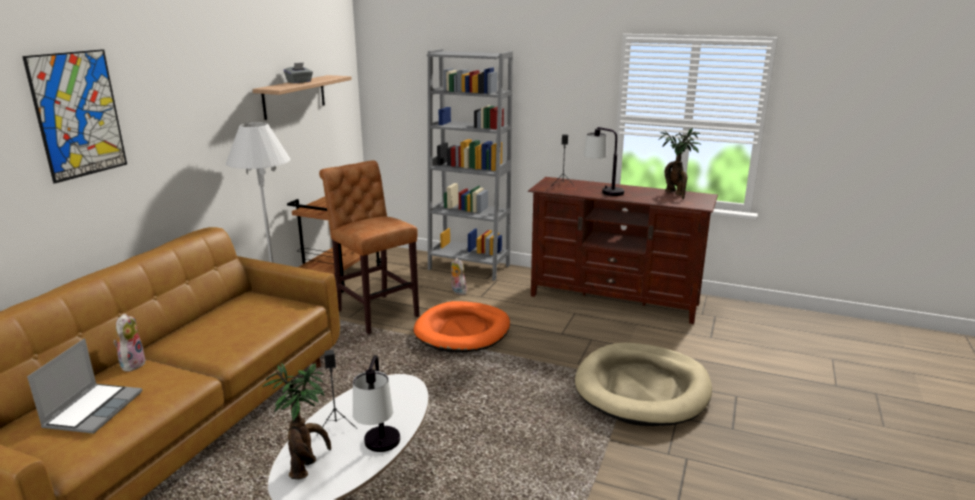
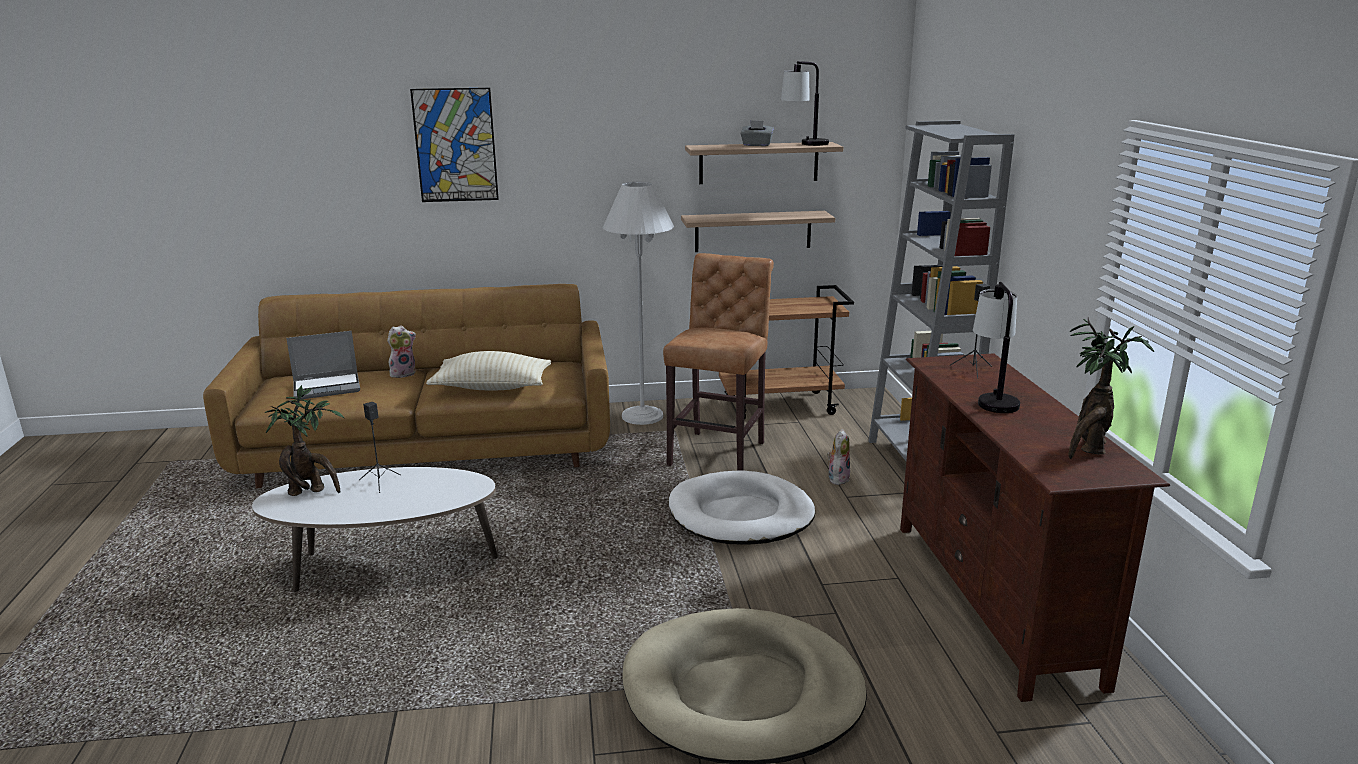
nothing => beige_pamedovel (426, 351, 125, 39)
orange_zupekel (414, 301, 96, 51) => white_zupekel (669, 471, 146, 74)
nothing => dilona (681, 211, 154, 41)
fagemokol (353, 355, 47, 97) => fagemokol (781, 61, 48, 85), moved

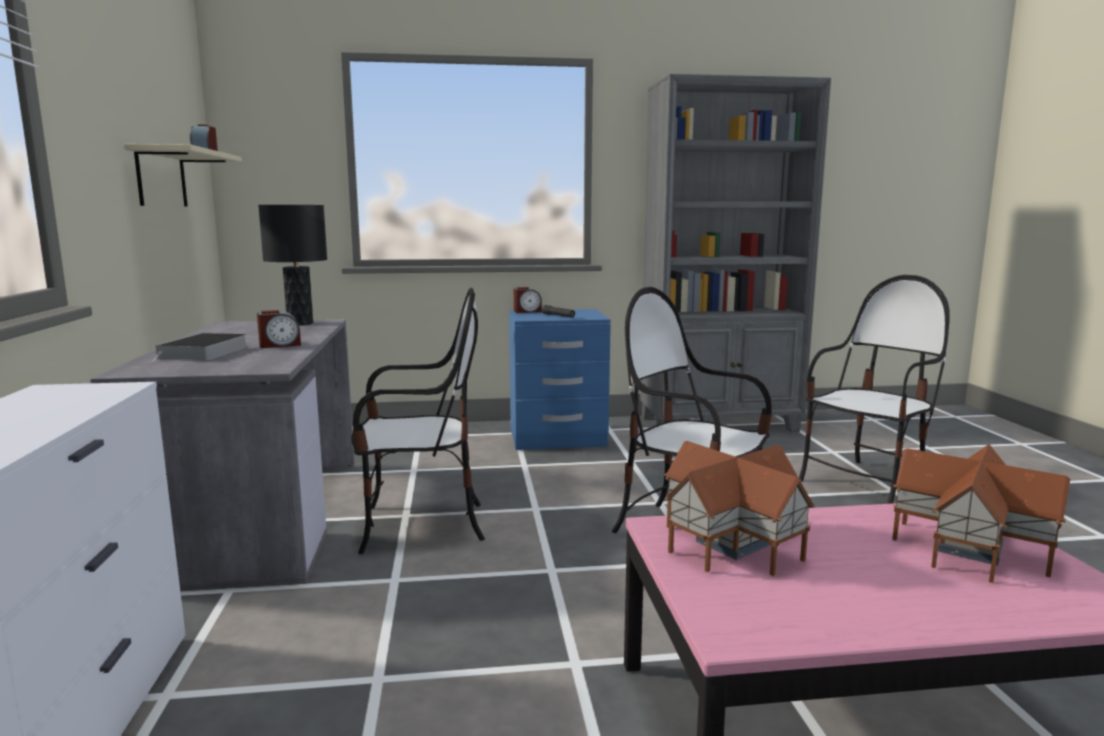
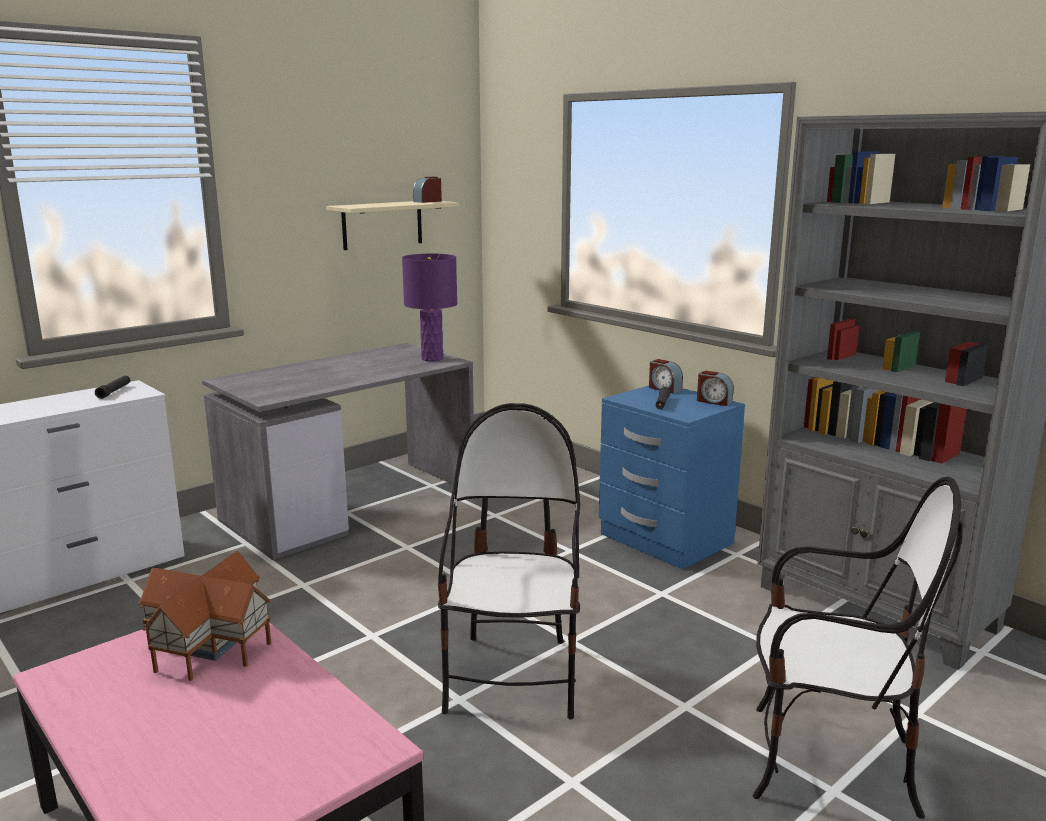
nothing => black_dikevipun (95, 375, 35, 24)
black_fagemokol (258, 205, 69, 121) => purple_fagemokol (402, 254, 55, 107)
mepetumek (257, 310, 44, 38) => mepetumek (697, 370, 37, 36), moved
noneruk (151, 333, 97, 29) => nothing
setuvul (351, 288, 134, 266) => nothing
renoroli (892, 444, 178, 139) => nothing

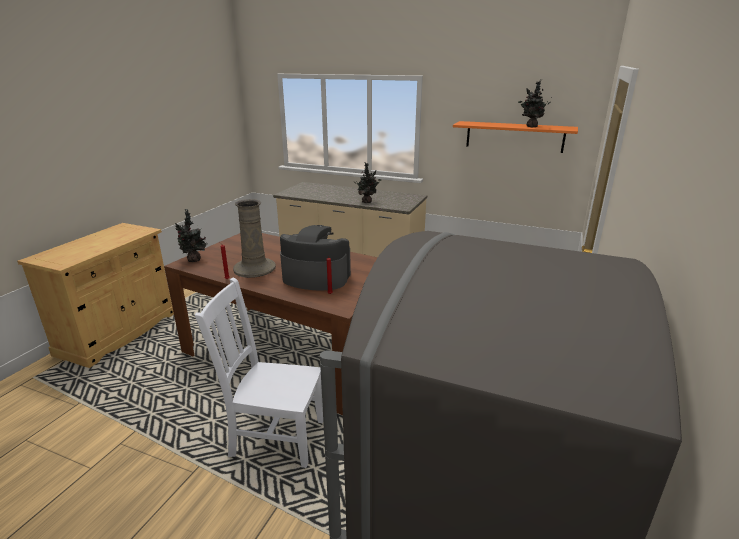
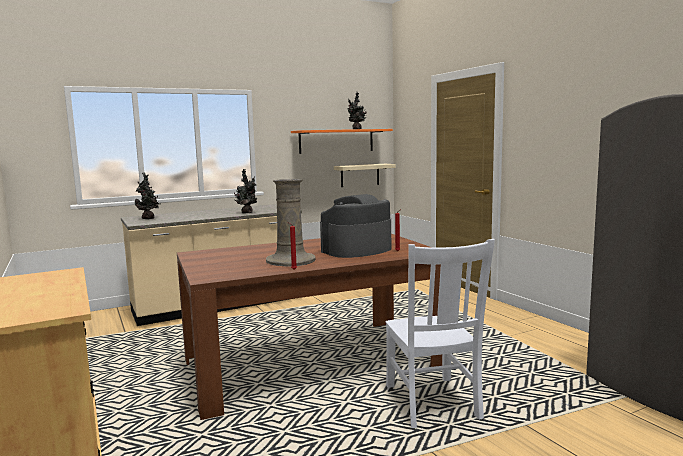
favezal (175, 209, 32, 53) => favezal (135, 173, 25, 46), moved
nothing => beige_dilona (334, 164, 62, 23)
white_setuvul (195, 277, 128, 191) => white_setuvul (386, 239, 109, 189), 60 degrees counterclockwise

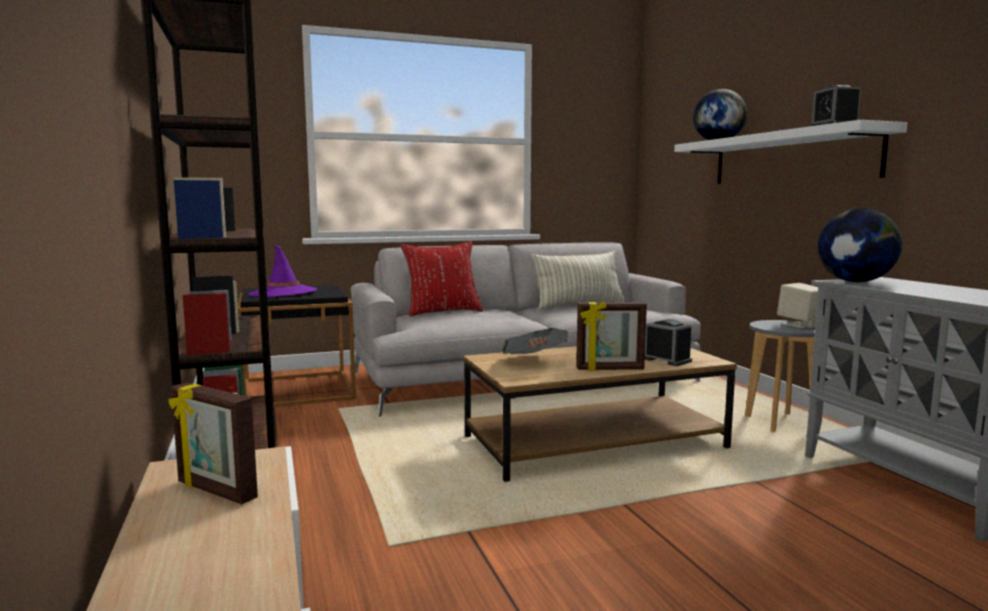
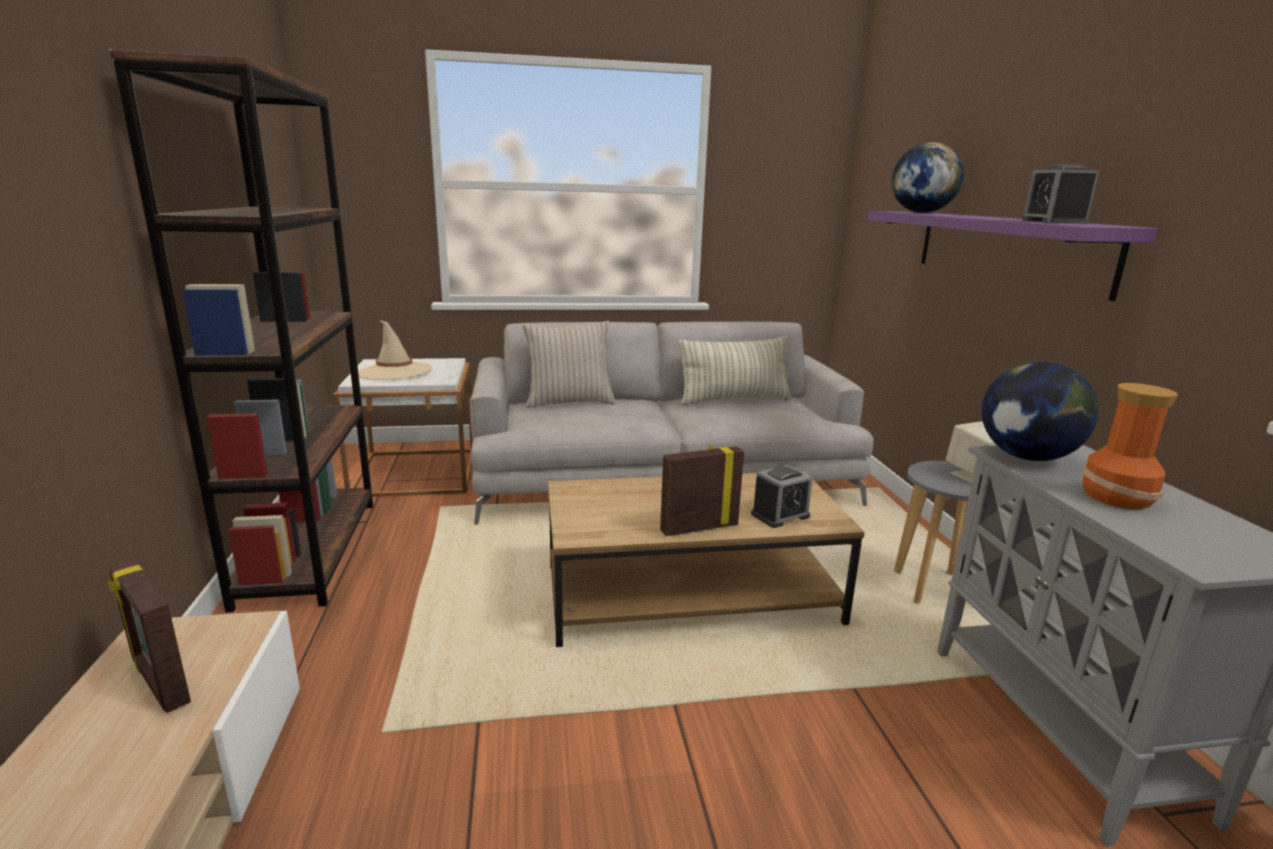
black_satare (238, 285, 118, 122) => white_satare (333, 358, 140, 139)
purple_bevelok (249, 245, 68, 52) => beige_bevelok (358, 320, 74, 60)
red_pamedovel (400, 241, 83, 75) => beige_pamedovel (522, 321, 93, 87)
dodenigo (576, 301, 71, 70) => dodenigo (660, 445, 84, 91), 150 degrees clockwise
mepetumek (645, 319, 47, 47) => mepetumek (751, 465, 62, 63), 90 degrees clockwise
white_dilona (674, 120, 234, 64) => purple_dilona (867, 211, 291, 90)
nothing => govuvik (1082, 383, 96, 126)
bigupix (502, 328, 66, 26) => nothing

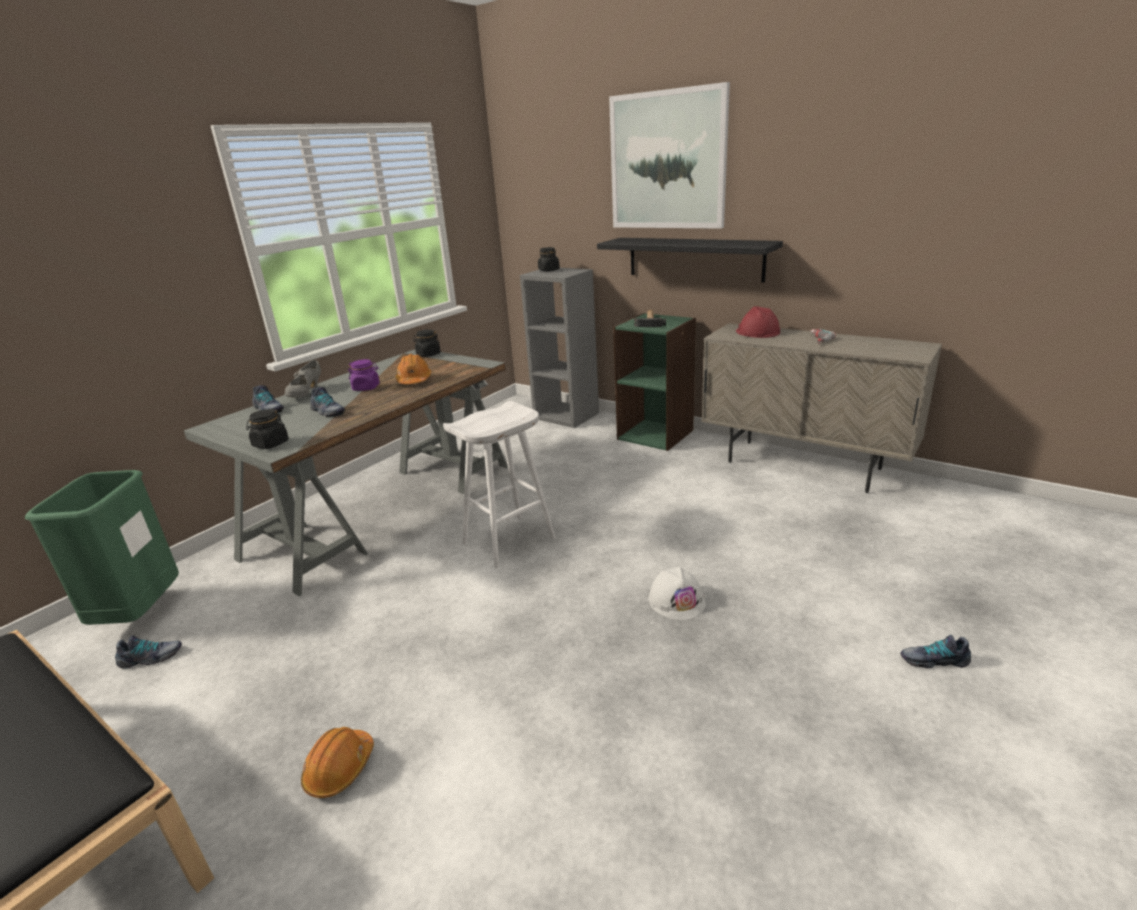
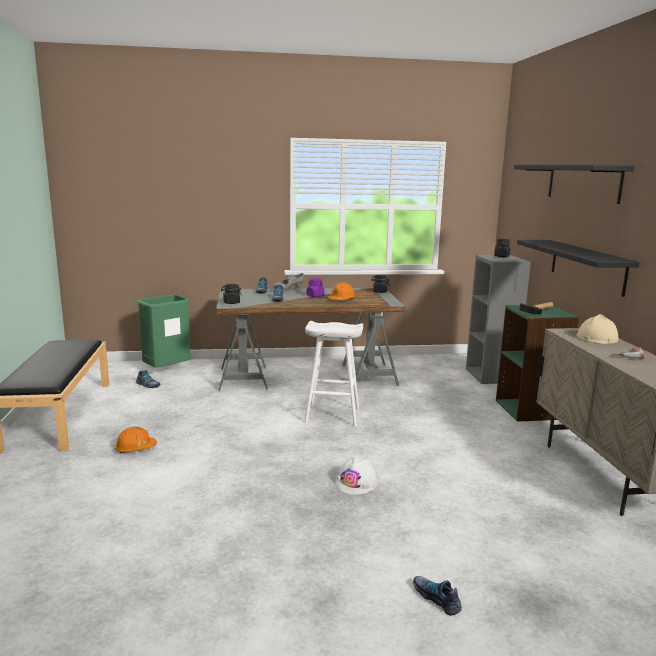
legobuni (609, 82, 121, 147) => black_dilona (514, 165, 120, 39)
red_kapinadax (736, 306, 44, 32) => beige_kapinadax (577, 314, 42, 30)

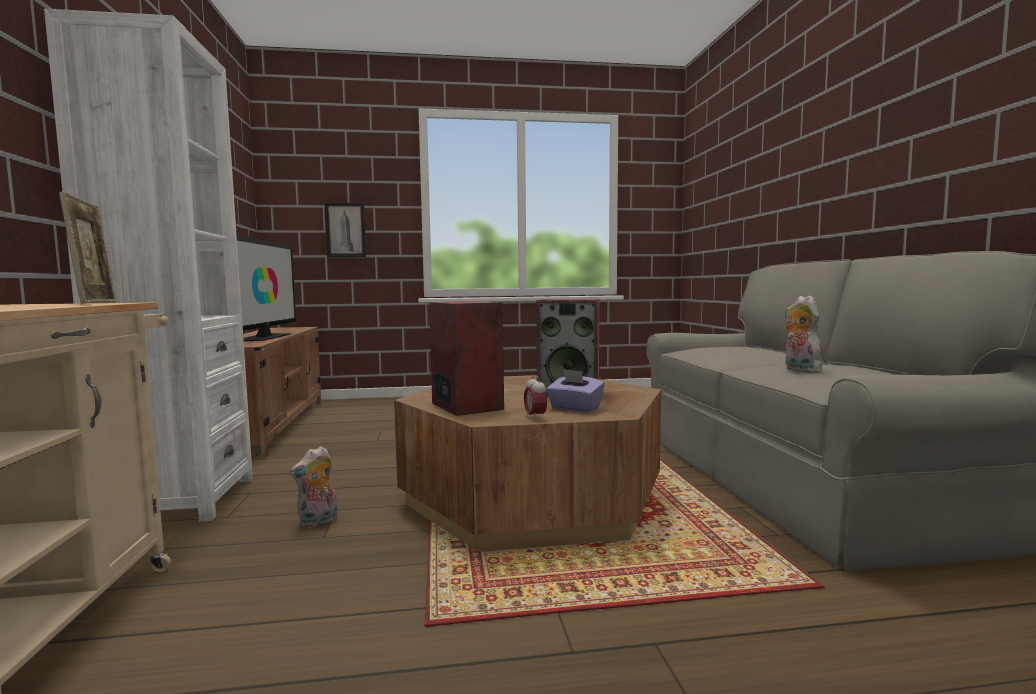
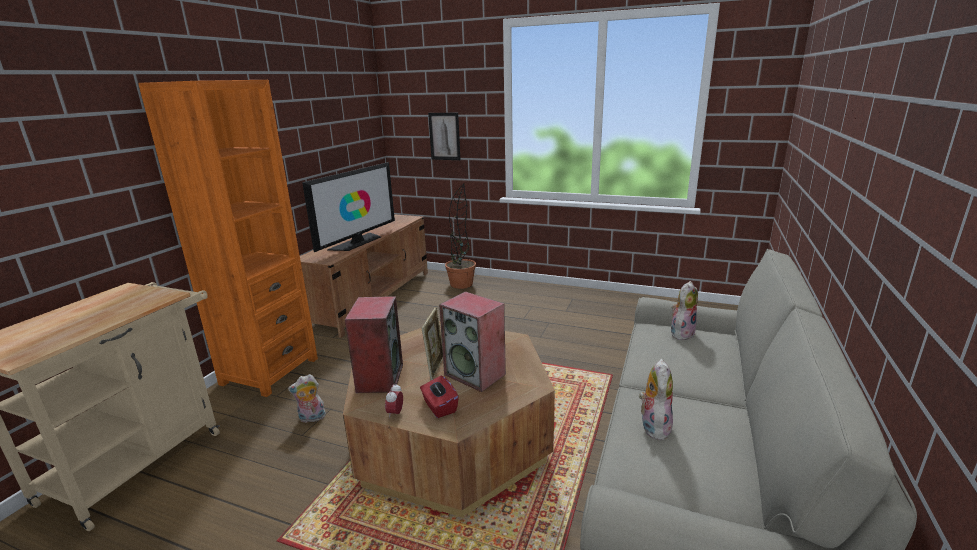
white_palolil (44, 9, 209, 513) => orange_palolil (138, 80, 180, 317)
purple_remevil (546, 369, 59, 43) => red_remevil (420, 376, 39, 42)
dodenigo (59, 191, 57, 113) => dodenigo (422, 307, 21, 73), moved
nothing => favezal (445, 183, 31, 106)
nothing => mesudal (671, 281, 27, 59)

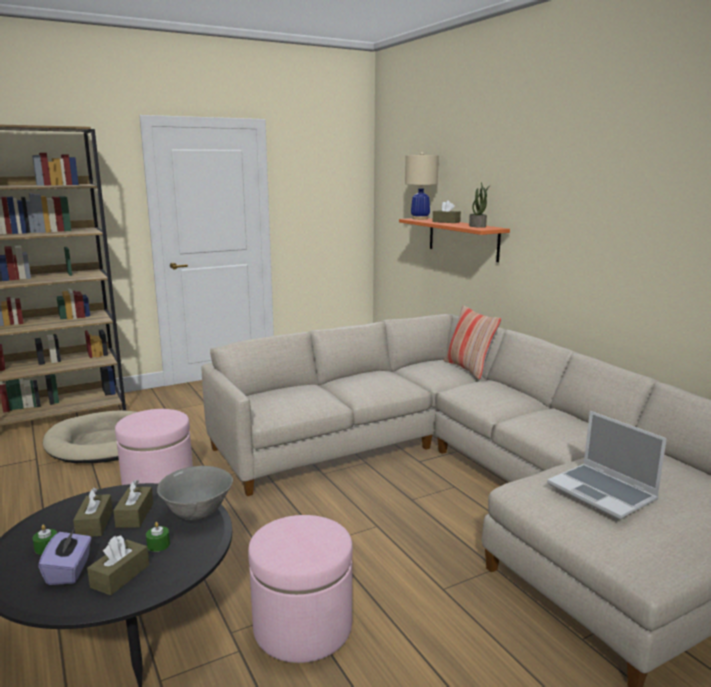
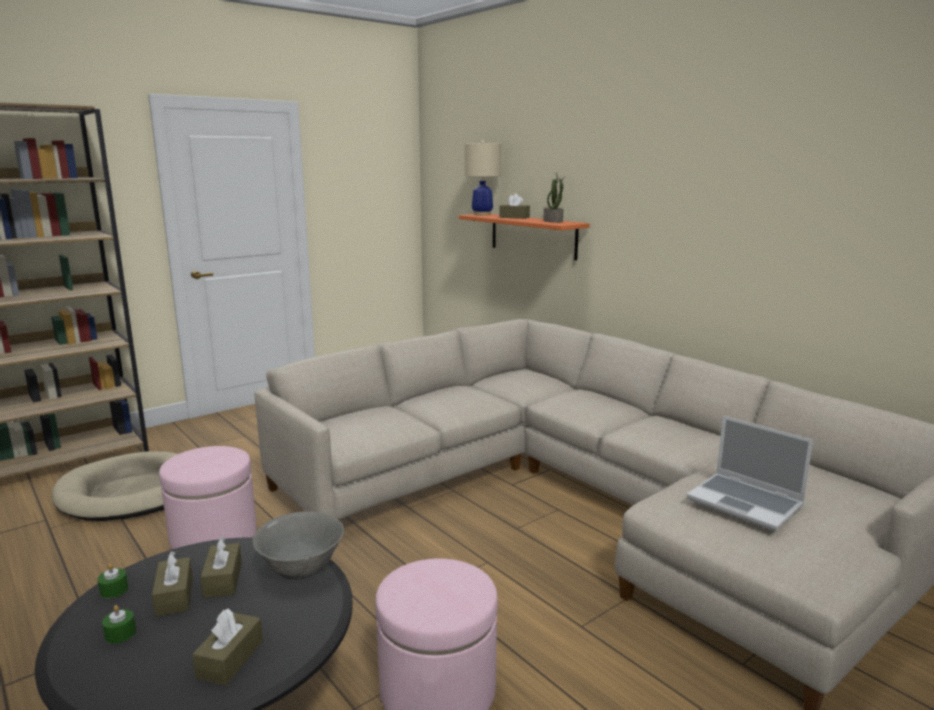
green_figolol (146, 522, 24, 30) => green_figolol (97, 564, 31, 34), moved
purple_remevil (38, 528, 54, 57) => nothing
pamedovel (444, 305, 57, 75) => nothing

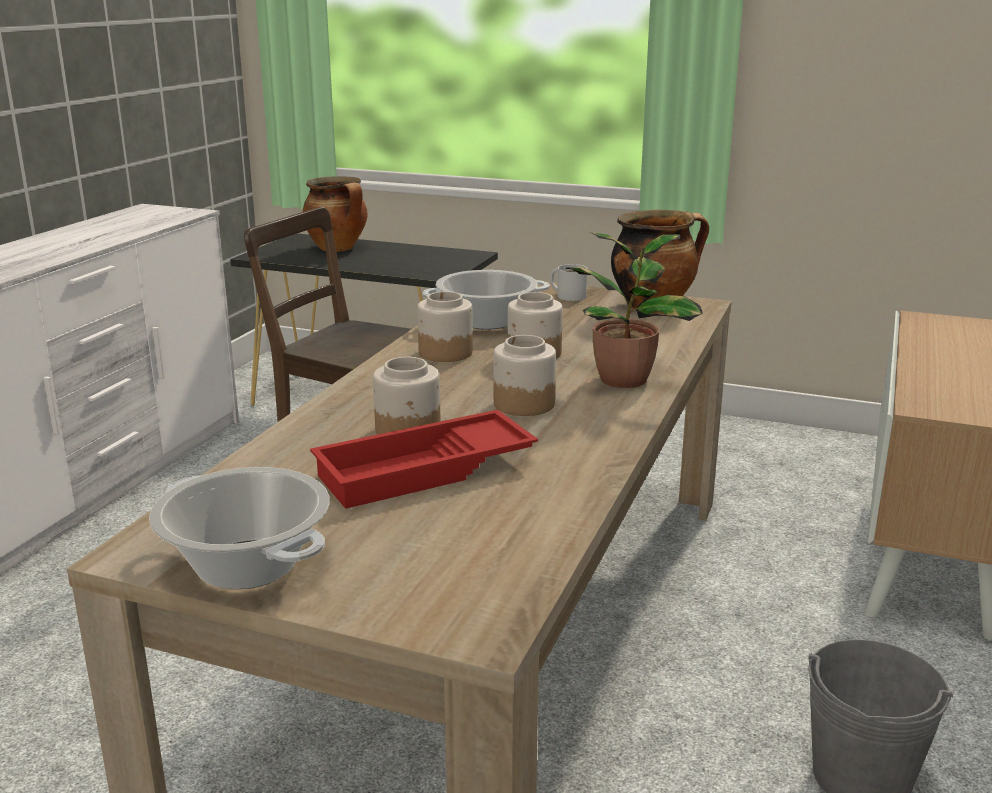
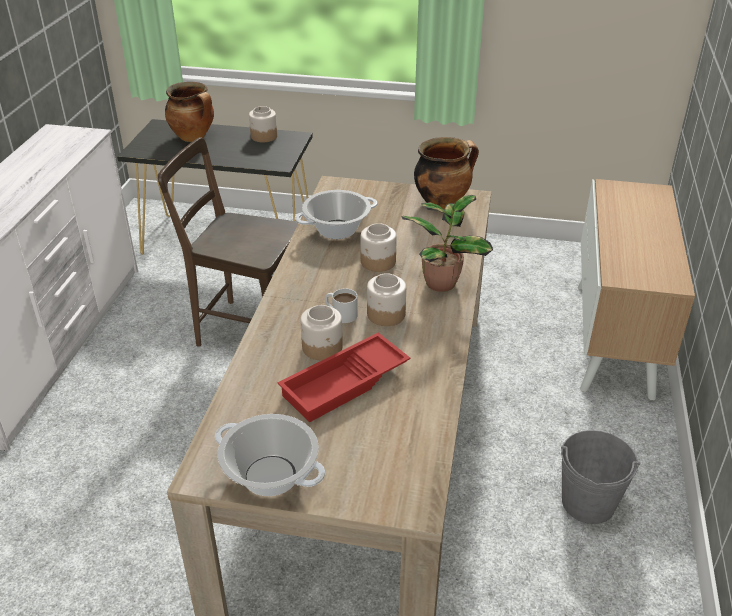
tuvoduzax (417, 292, 56, 70) => tuvoduzax (249, 106, 28, 36), moved
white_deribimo (550, 264, 38, 37) => white_deribimo (325, 288, 33, 35), moved

